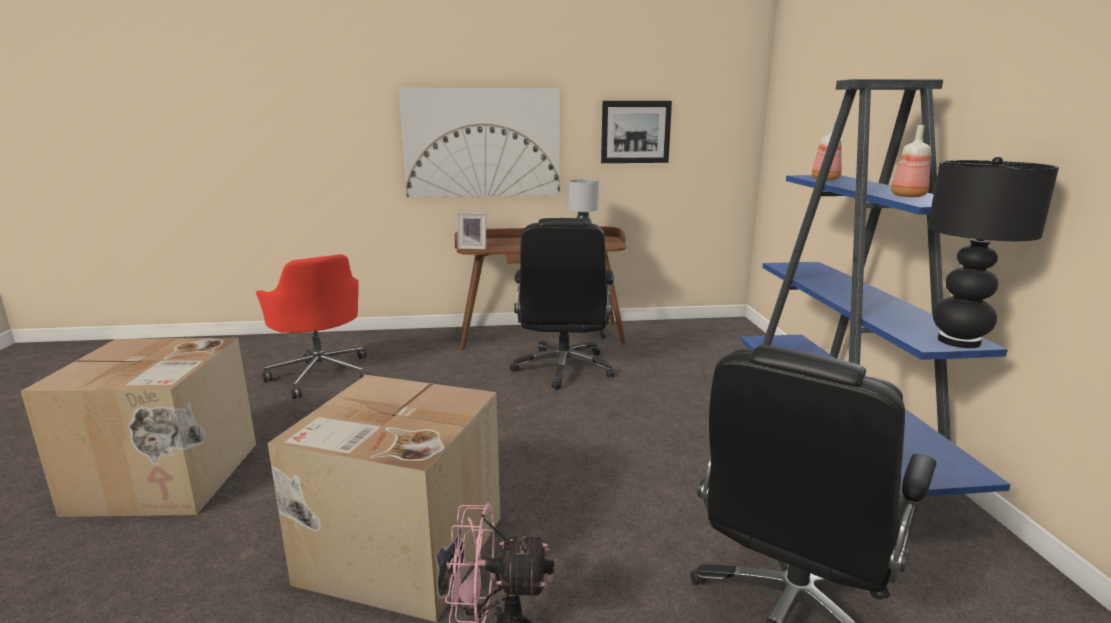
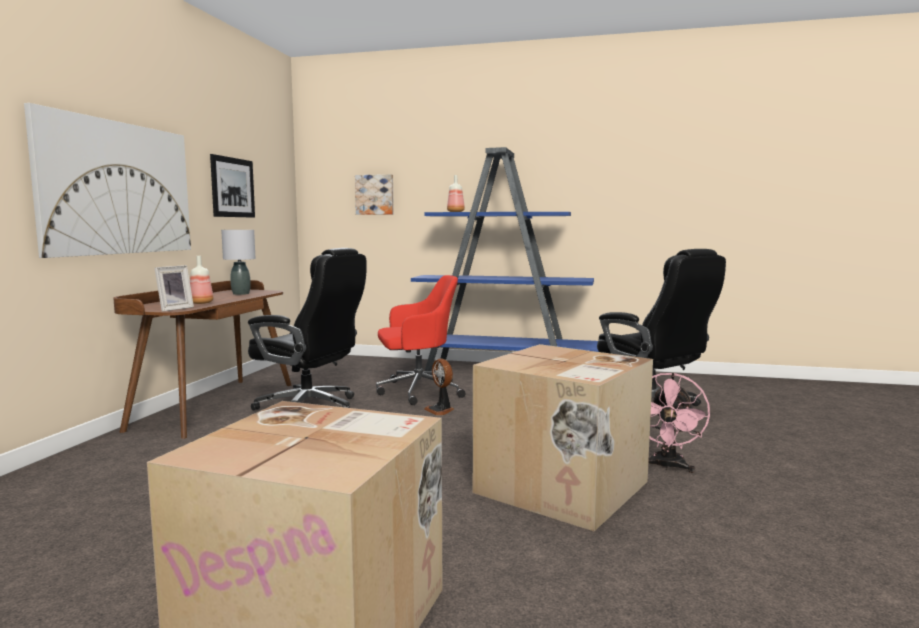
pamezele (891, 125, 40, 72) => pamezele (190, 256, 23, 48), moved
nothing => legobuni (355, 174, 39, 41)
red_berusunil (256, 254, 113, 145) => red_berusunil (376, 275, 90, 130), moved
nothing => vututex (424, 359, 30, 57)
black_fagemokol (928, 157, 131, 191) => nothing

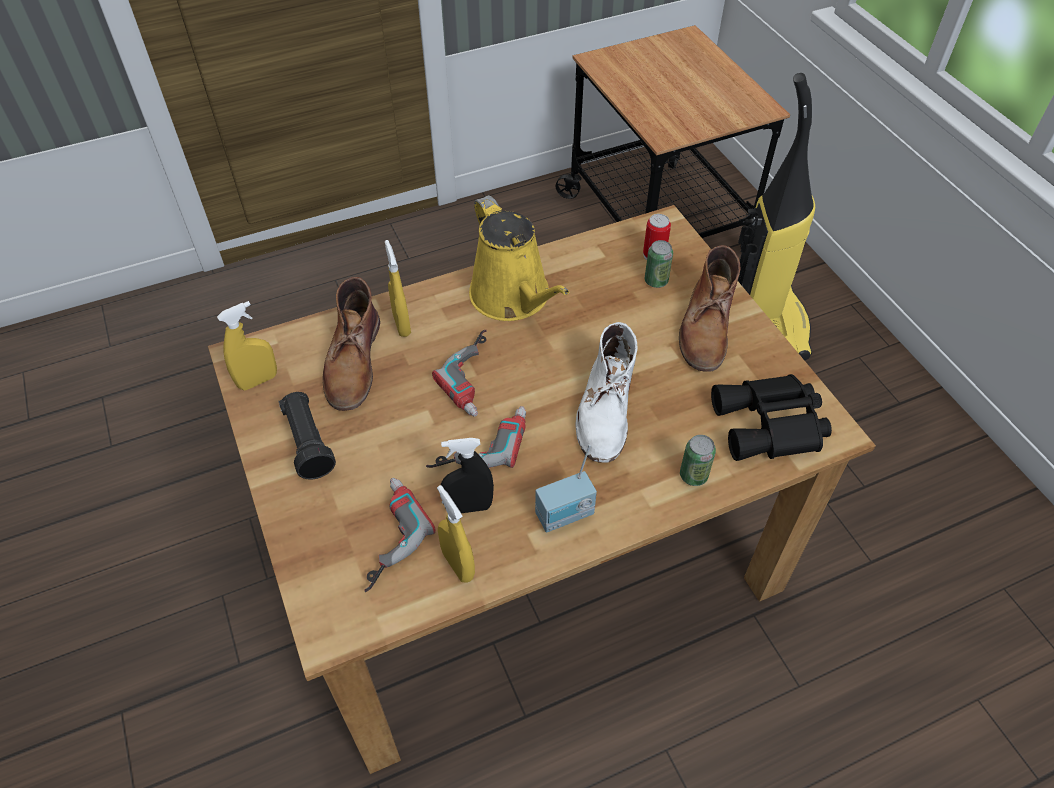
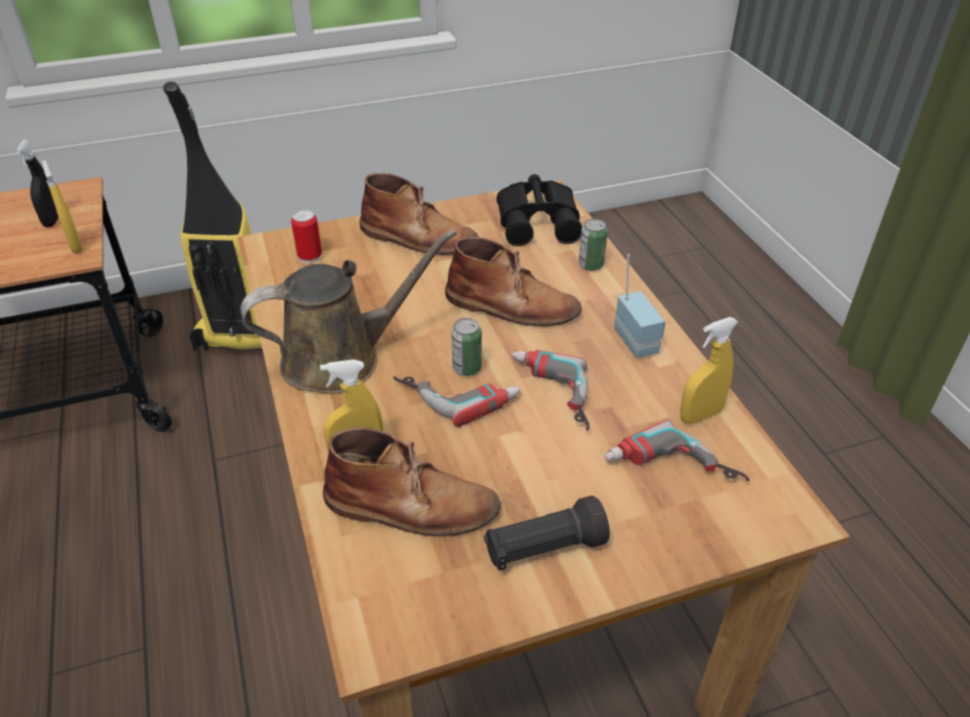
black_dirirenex (441, 438, 53, 75) => black_dirirenex (16, 140, 43, 87), moved
yellow_dirirenex (217, 301, 60, 89) => yellow_dirirenex (42, 160, 41, 93), moved
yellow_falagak (469, 195, 100, 126) => brown_falagak (240, 229, 217, 165)
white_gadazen (576, 322, 62, 140) => brown_gadazen (445, 237, 137, 90)
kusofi (645, 240, 28, 48) => kusofi (451, 318, 31, 58), moved

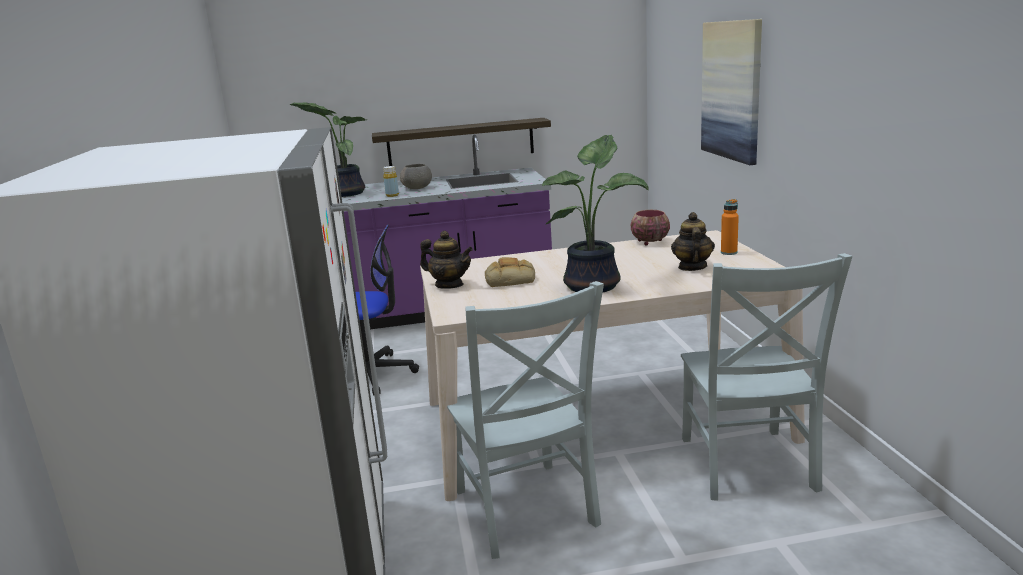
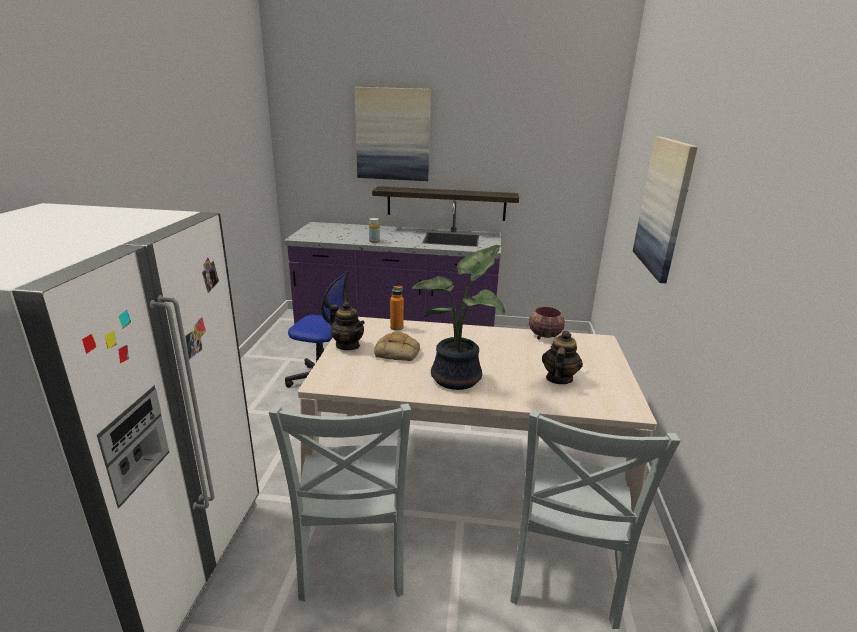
nothing => legobuni (355, 87, 76, 94)
orange_pamezele (721, 199, 18, 56) => orange_pamezele (390, 286, 14, 45), moved
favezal (289, 103, 77, 94) => nothing
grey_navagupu (400, 164, 32, 25) => nothing

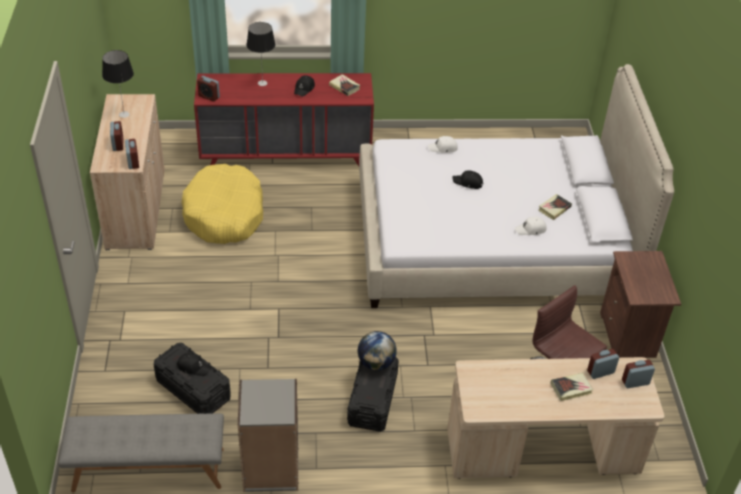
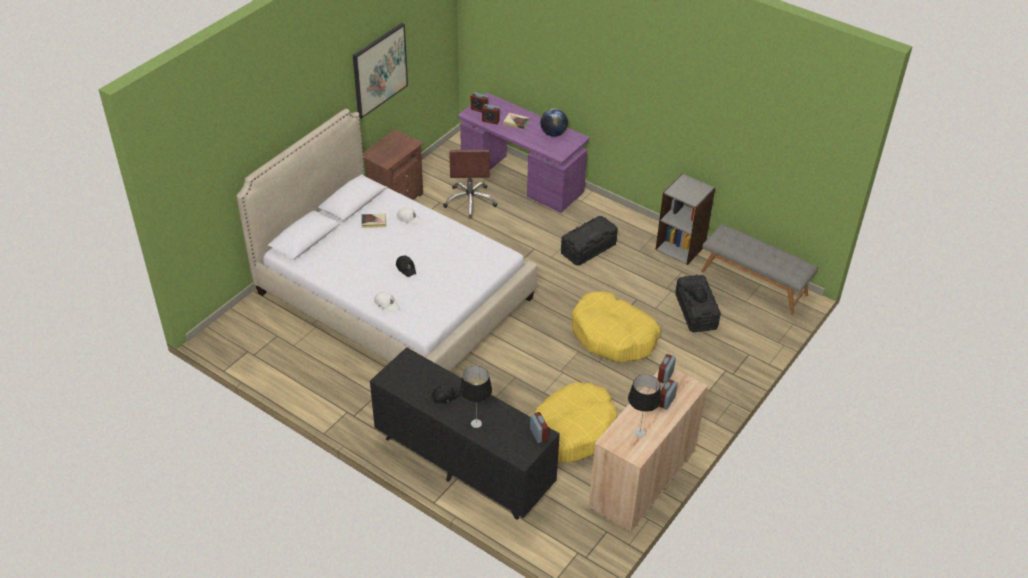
nothing => legobuni (353, 23, 55, 96)
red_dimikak (194, 73, 180, 93) => black_dimikak (370, 347, 190, 173)
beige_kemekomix (447, 357, 218, 122) => purple_kemekomix (458, 93, 131, 120)
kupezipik (358, 331, 39, 39) => kupezipik (540, 109, 28, 28), moved
nothing => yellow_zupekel (572, 291, 88, 71)
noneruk (329, 74, 31, 22) => nothing

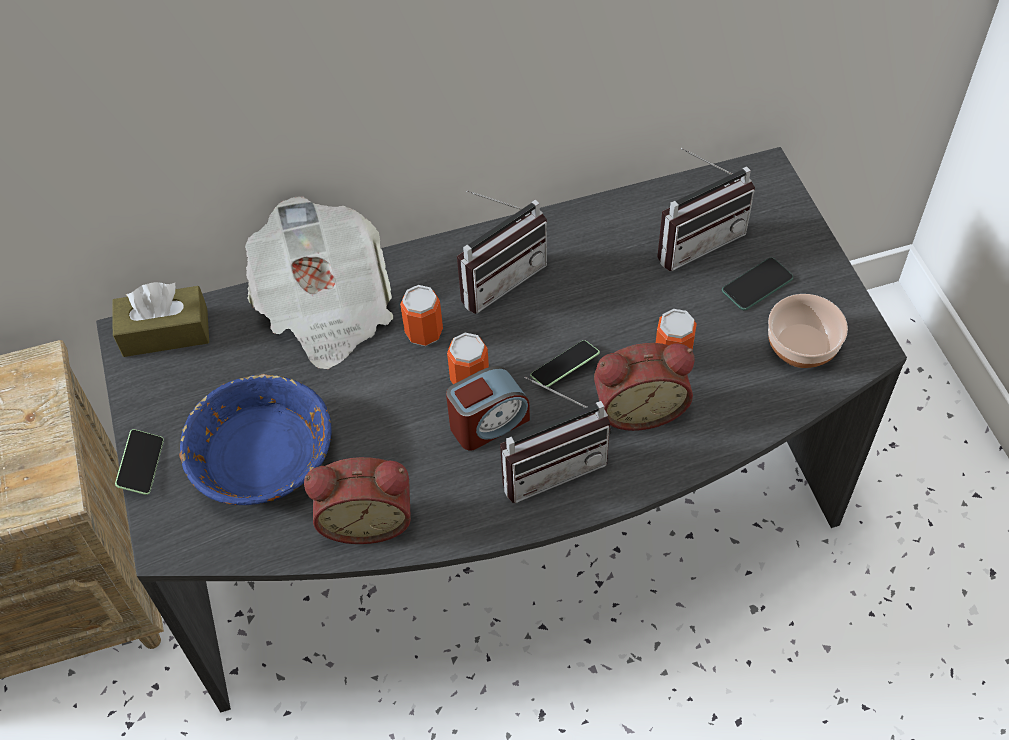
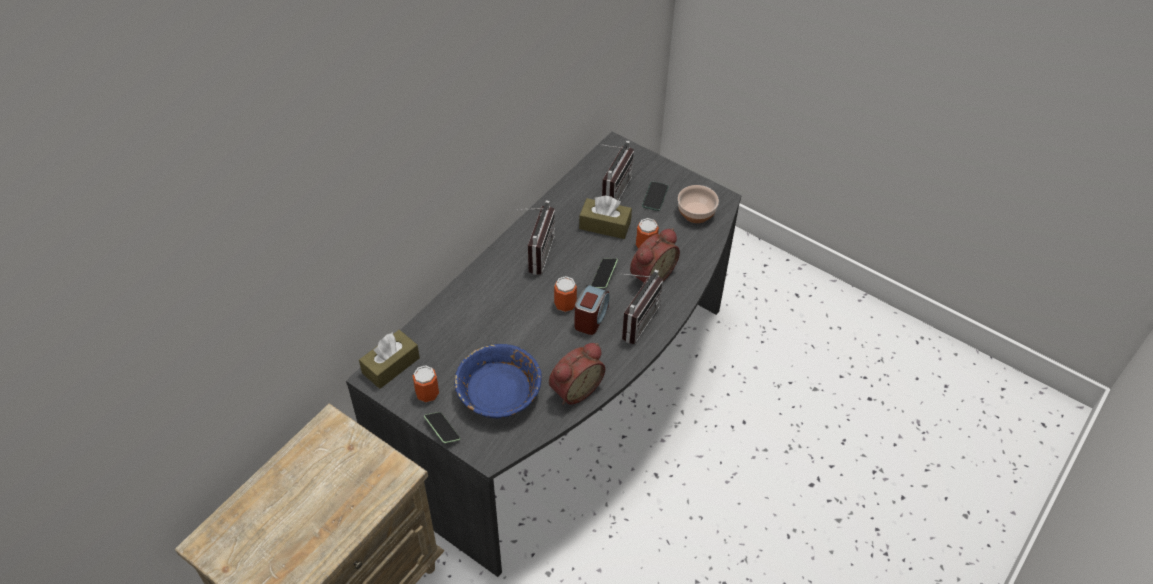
kusofi (400, 285, 43, 61) => kusofi (413, 365, 26, 38), moved
nothing => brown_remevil (579, 196, 53, 43)
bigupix (245, 196, 148, 173) => nothing

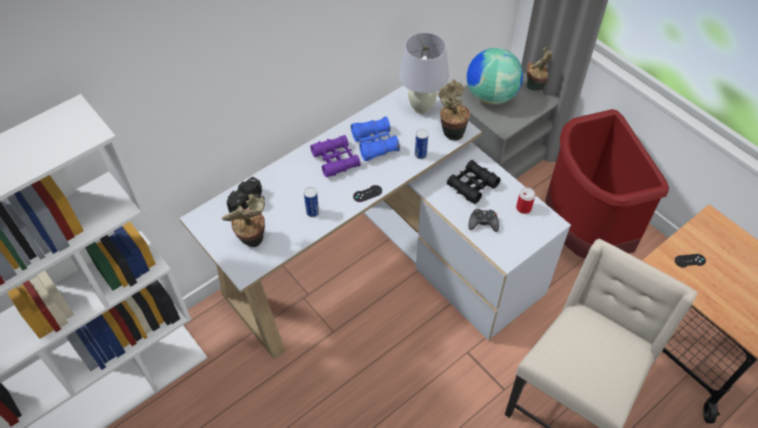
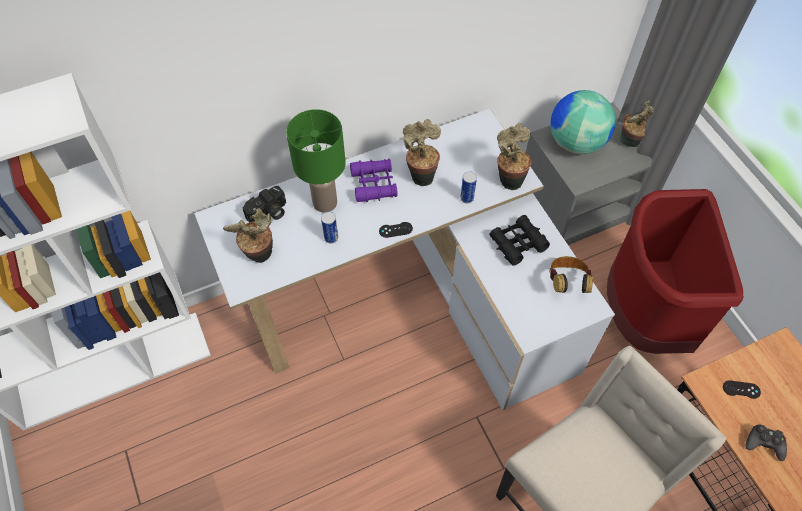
nothing => green_fagemokol (286, 109, 60, 103)
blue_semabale (351, 116, 49, 45) => favezal (403, 119, 38, 67)
kusofi (516, 187, 19, 27) => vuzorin (550, 256, 43, 37)
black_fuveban (468, 209, 31, 23) => black_fuveban (745, 424, 42, 37), moved
white_fagemokol (399, 32, 50, 82) => nothing

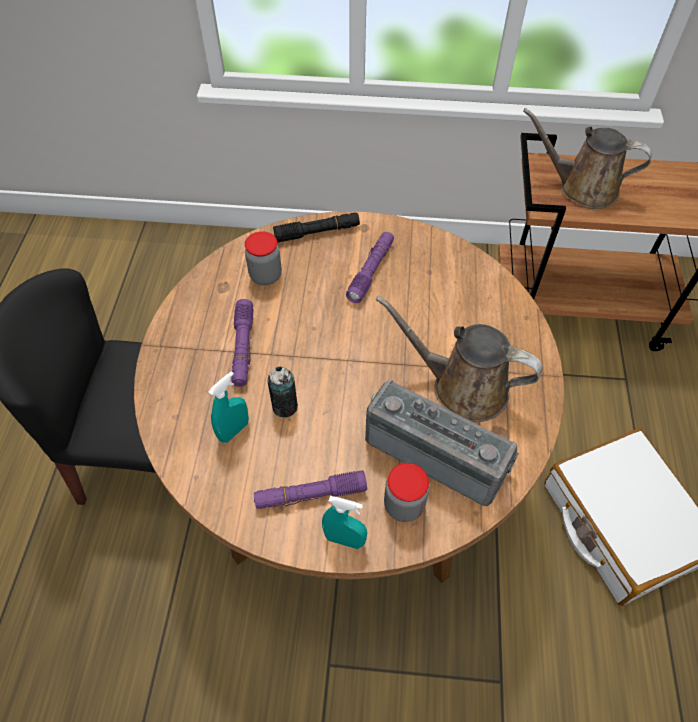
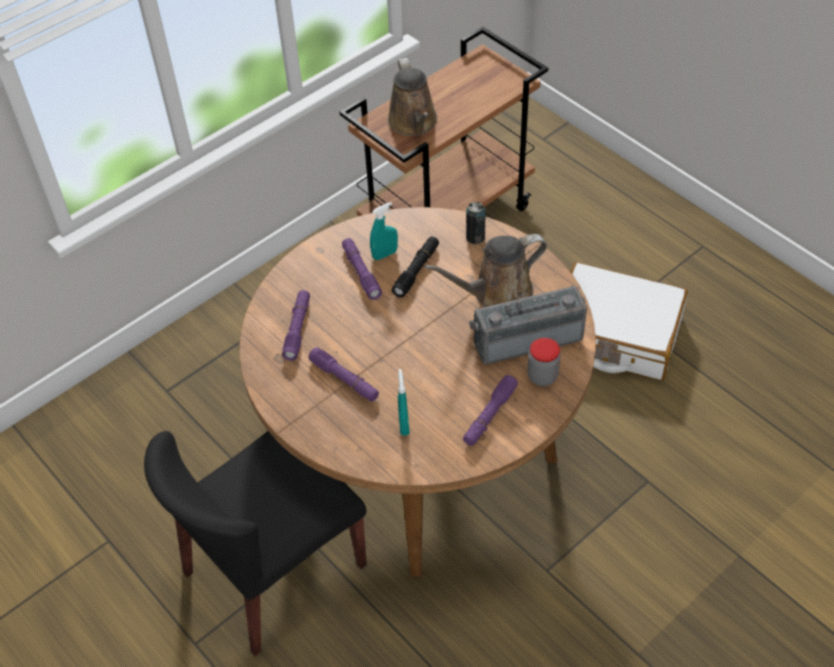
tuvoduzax (245, 231, 37, 54) => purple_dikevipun (282, 290, 28, 71)
turquoise_dirirenex (322, 496, 45, 53) => turquoise_dirirenex (370, 202, 28, 58), moved
brown_falagak (523, 108, 129, 101) => brown_falagak (388, 58, 49, 78), 75 degrees counterclockwise
black_dikevipun (273, 213, 87, 29) => black_dikevipun (392, 237, 47, 61), moved
kusofi (268, 367, 30, 51) => kusofi (466, 202, 20, 42), moved

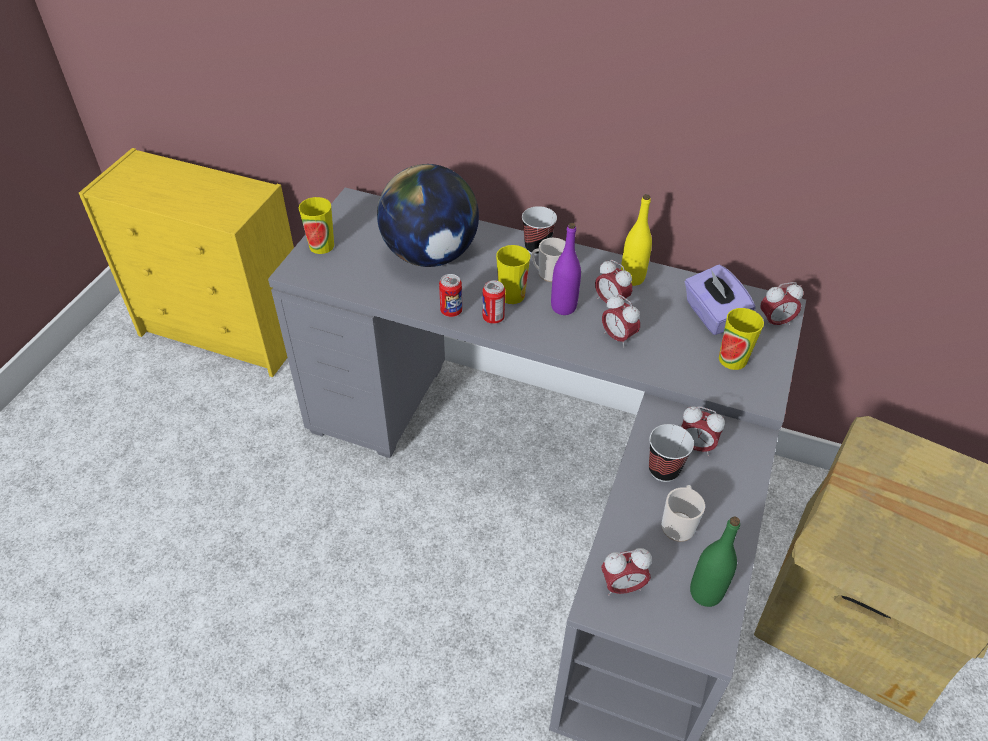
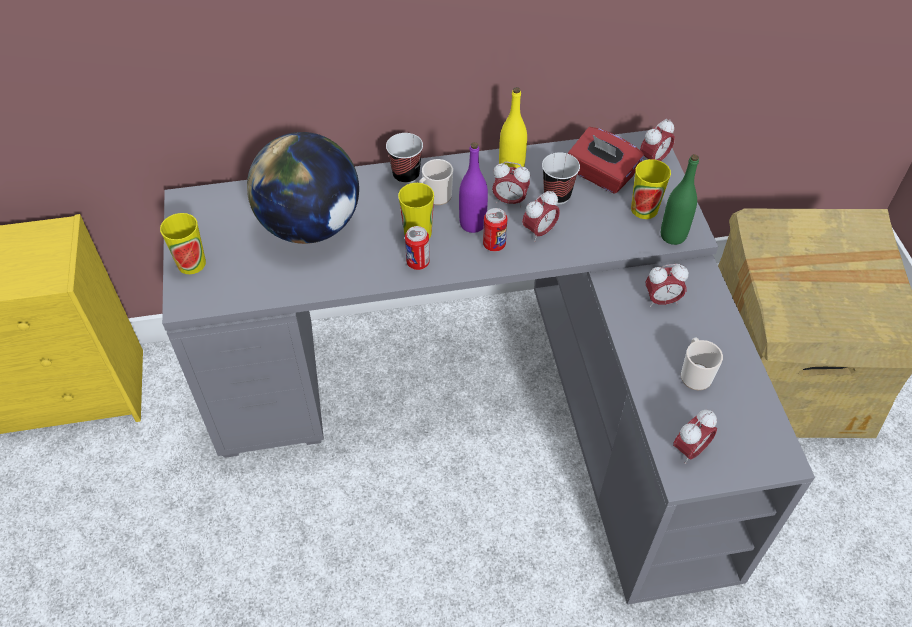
kusofi (439, 274, 23, 43) => kusofi (483, 208, 24, 43), moved
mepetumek (602, 294, 38, 54) => mepetumek (522, 191, 38, 51), 60 degrees counterclockwise
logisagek (649, 424, 45, 58) => logisagek (542, 152, 38, 52), moved
purple_remevil (685, 265, 70, 70) => red_remevil (568, 127, 76, 67)
green_pamezele (690, 516, 50, 91) => green_pamezele (661, 154, 38, 91), moved

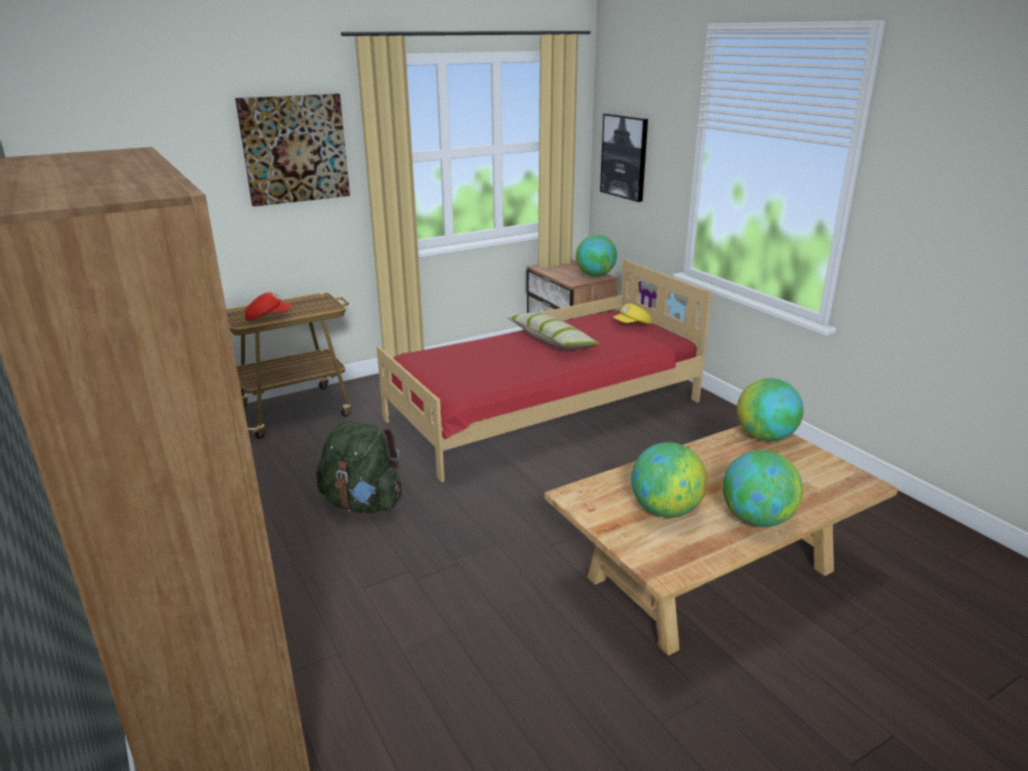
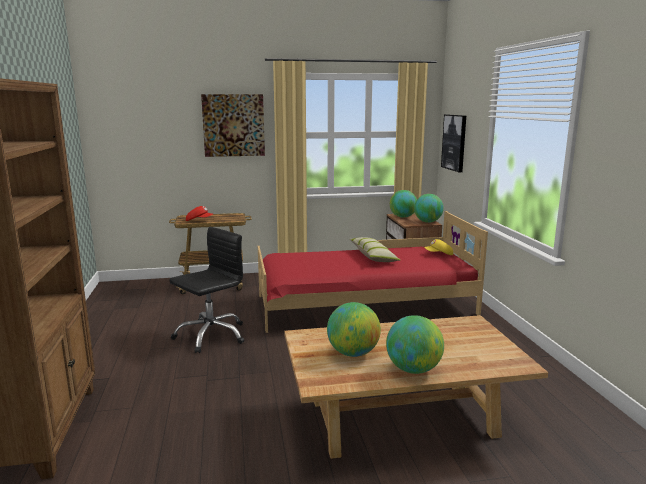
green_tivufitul (316, 421, 85, 92) => black_berusunil (170, 227, 74, 126)
kupezipik (737, 378, 67, 63) => kupezipik (390, 190, 27, 28), moved

